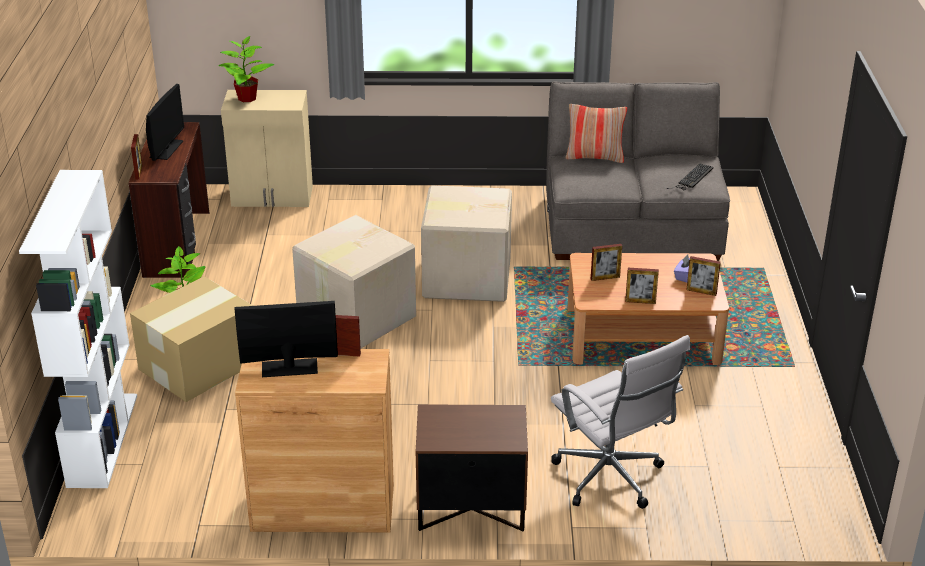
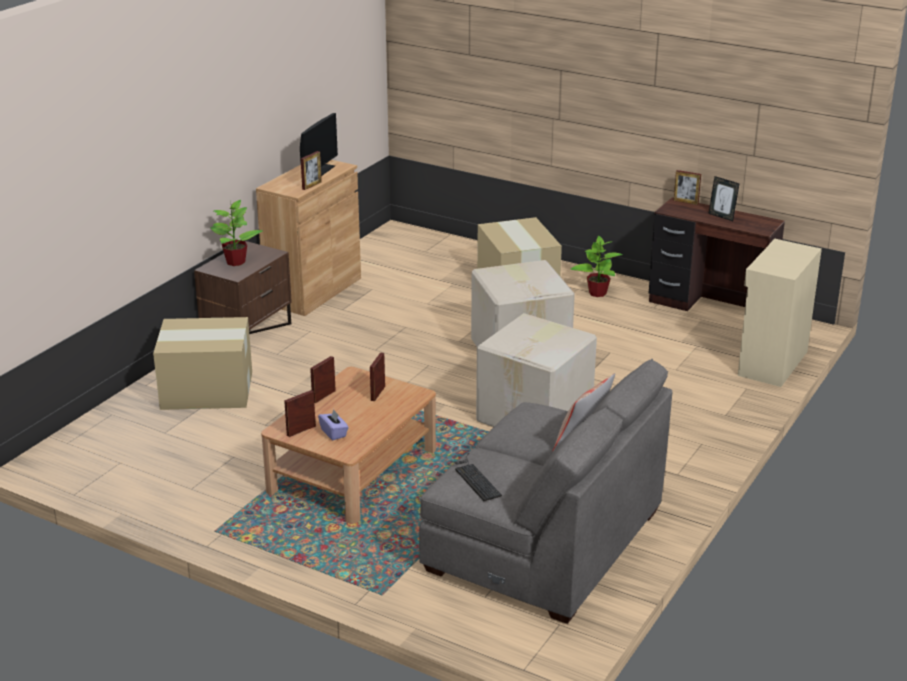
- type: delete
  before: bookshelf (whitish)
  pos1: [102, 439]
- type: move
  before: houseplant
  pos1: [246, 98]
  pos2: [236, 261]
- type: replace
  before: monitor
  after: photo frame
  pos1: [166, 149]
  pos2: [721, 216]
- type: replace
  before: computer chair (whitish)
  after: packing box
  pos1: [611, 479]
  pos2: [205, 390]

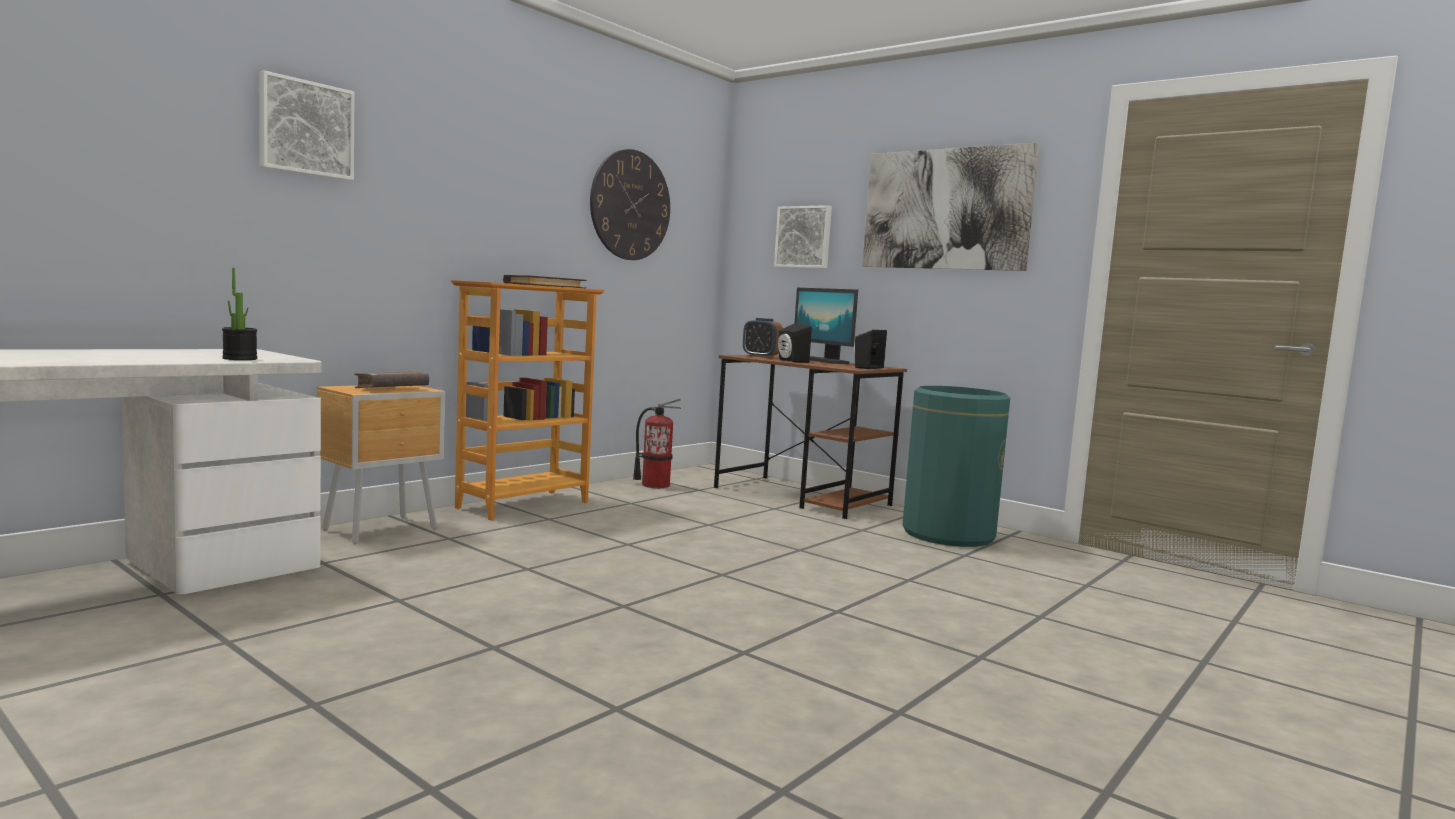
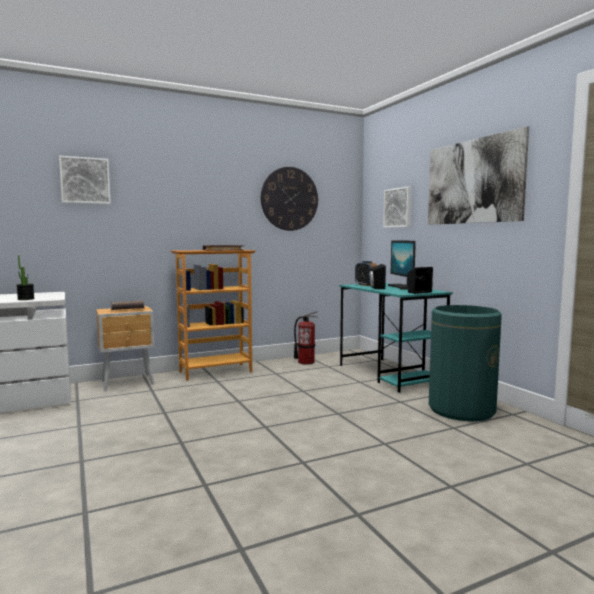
- type: recolor
  before: desk table (brown)
  after: desk table (turquoise-coloured)
  pos1: [802, 496]
  pos2: [390, 374]

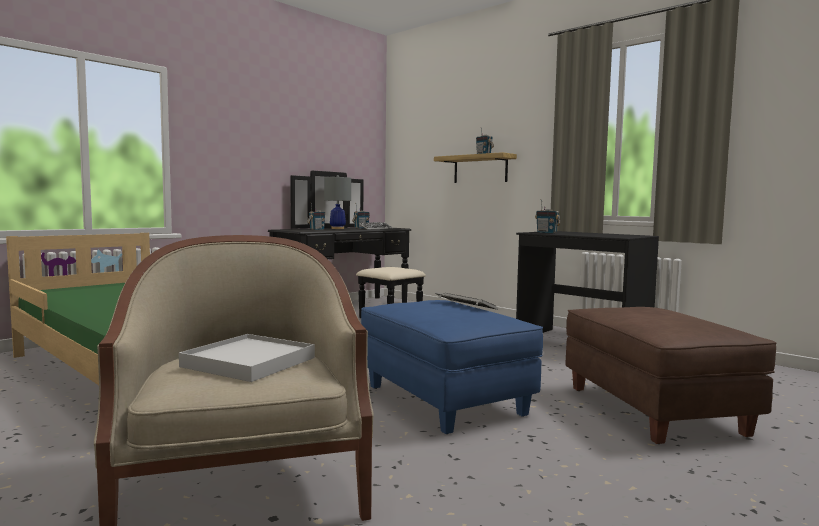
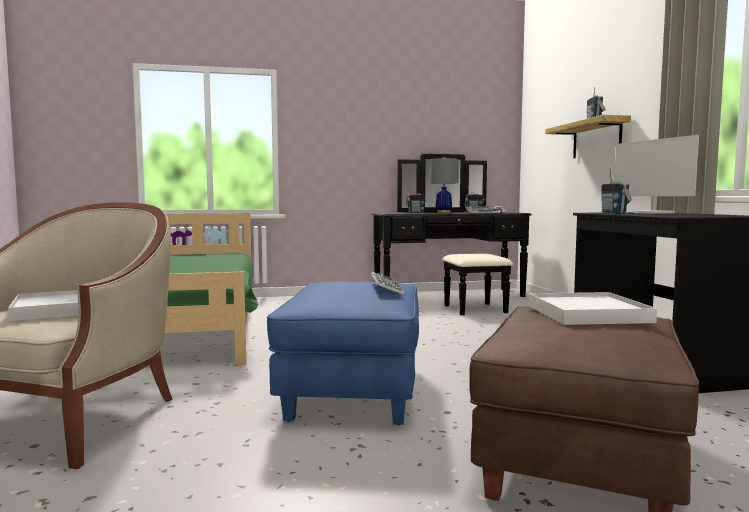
- type: insert
  after: tray (whitish)
  pos2: [588, 314]
- type: insert
  after: monitor
  pos2: [653, 213]

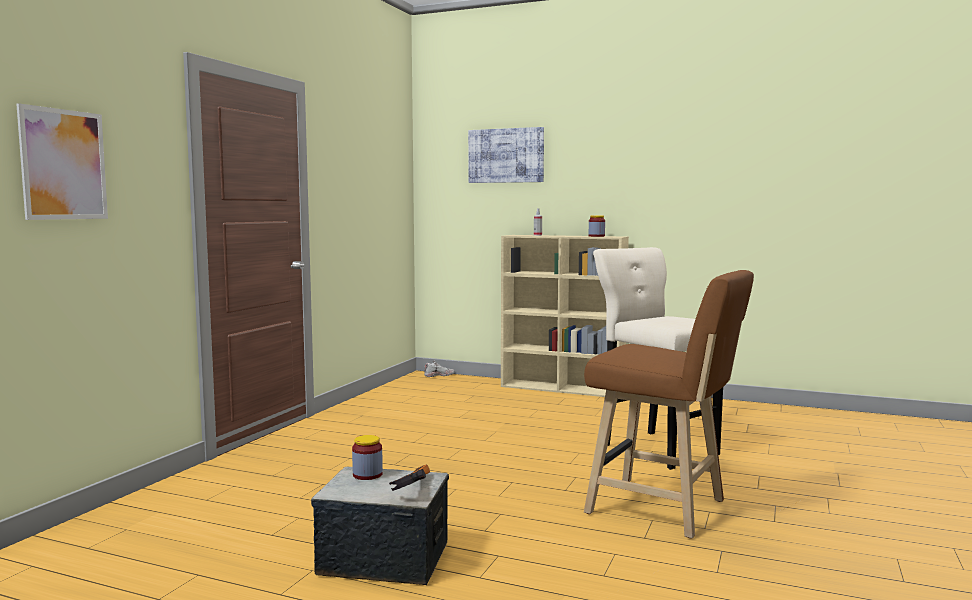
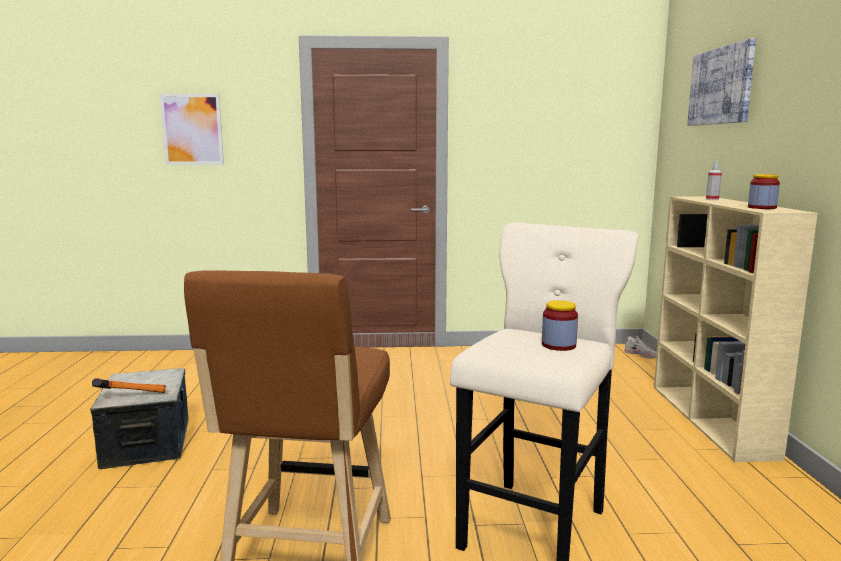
- type: move
  before: preserve jar
  pos1: [367, 475]
  pos2: [558, 345]

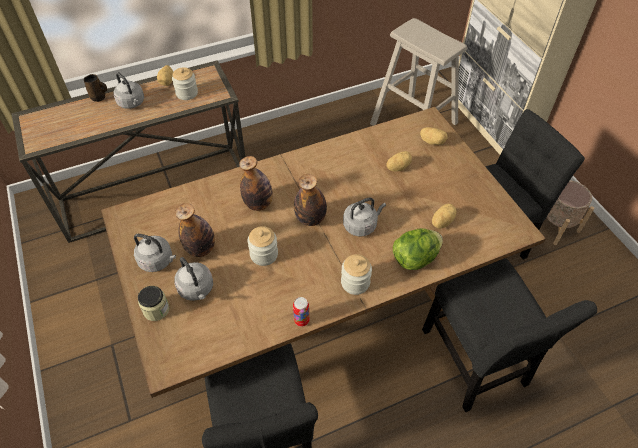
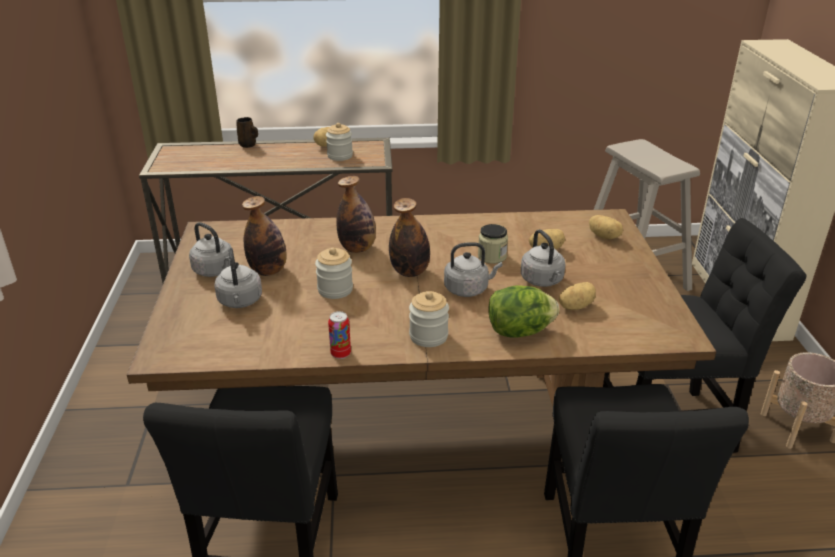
- type: move
  before: water kettle (gray)
  pos1: [132, 103]
  pos2: [542, 281]
- type: move
  before: preserve jar
  pos1: [156, 310]
  pos2: [492, 256]

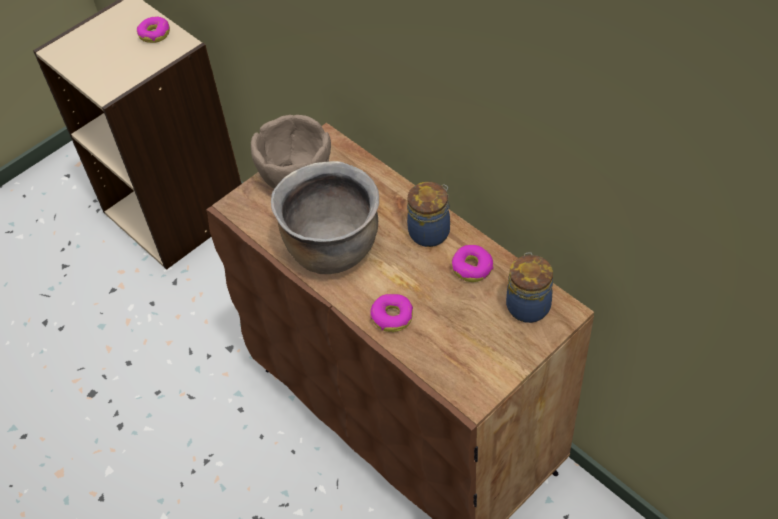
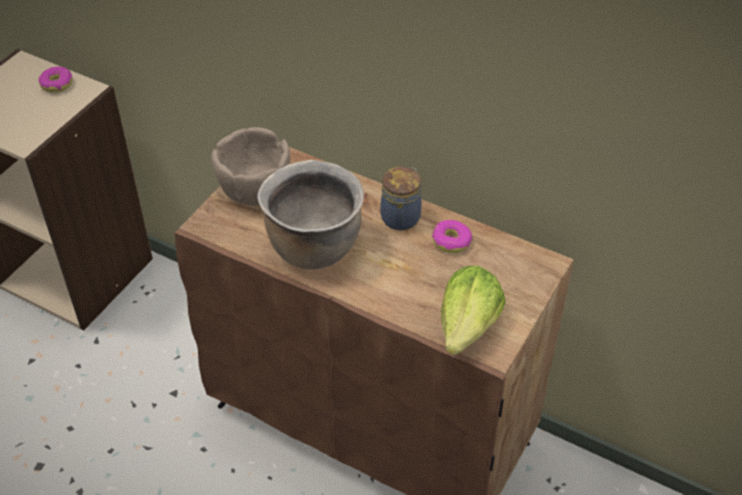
- type: delete
  before: ring doughnut
  pos1: [392, 316]
- type: delete
  before: preserve jar
  pos1: [528, 305]
- type: insert
  after: lettuce head
  pos2: [468, 326]

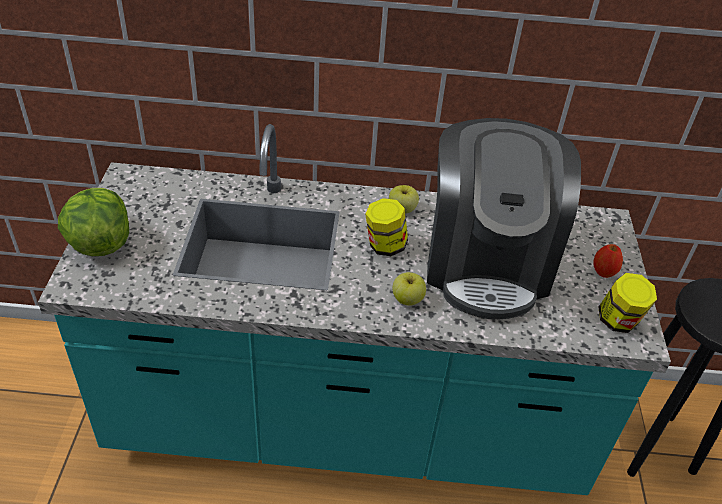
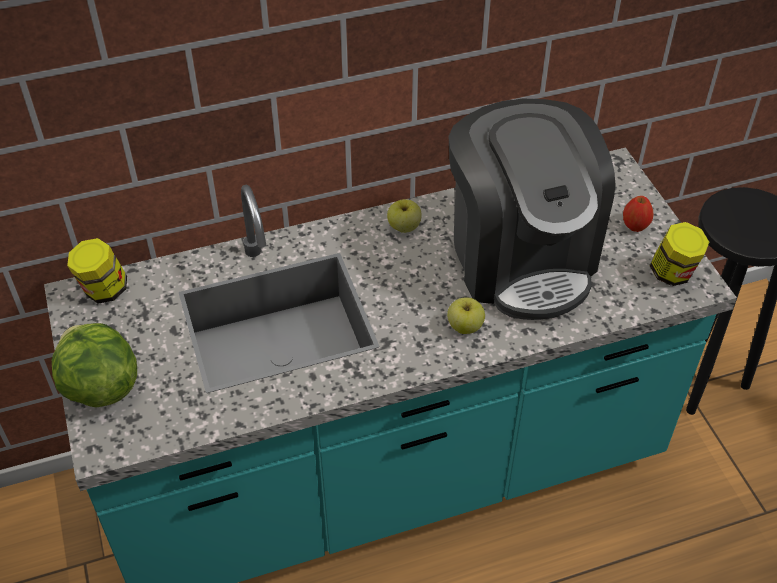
- type: move
  before: preserve jar
  pos1: [385, 246]
  pos2: [103, 290]

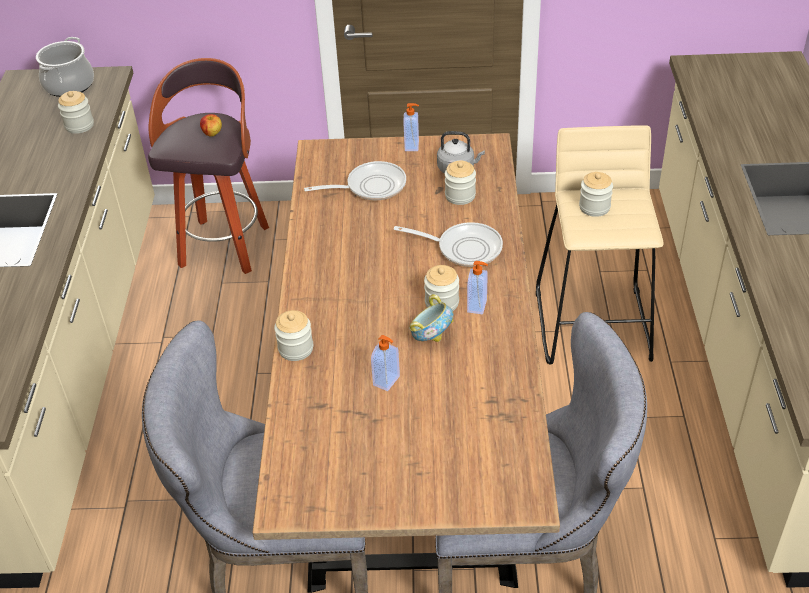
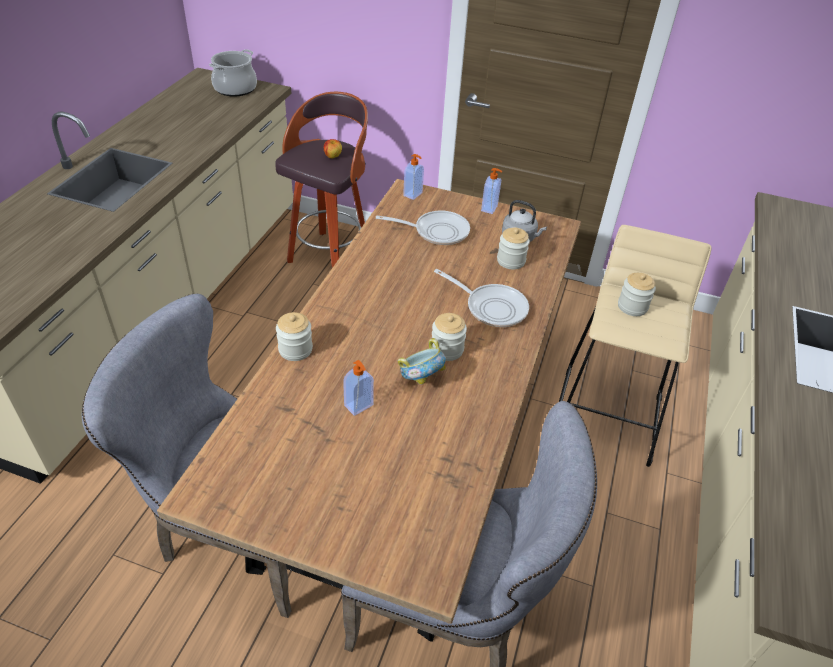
- type: delete
  before: preserve jar
  pos1: [79, 125]
- type: move
  before: liquid soap bottle
  pos1: [478, 306]
  pos2: [413, 194]

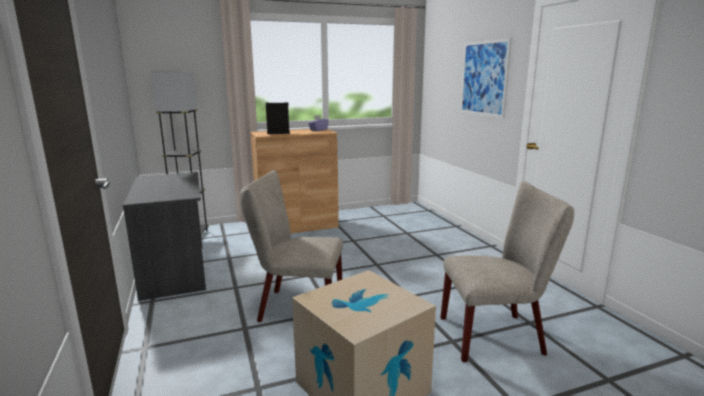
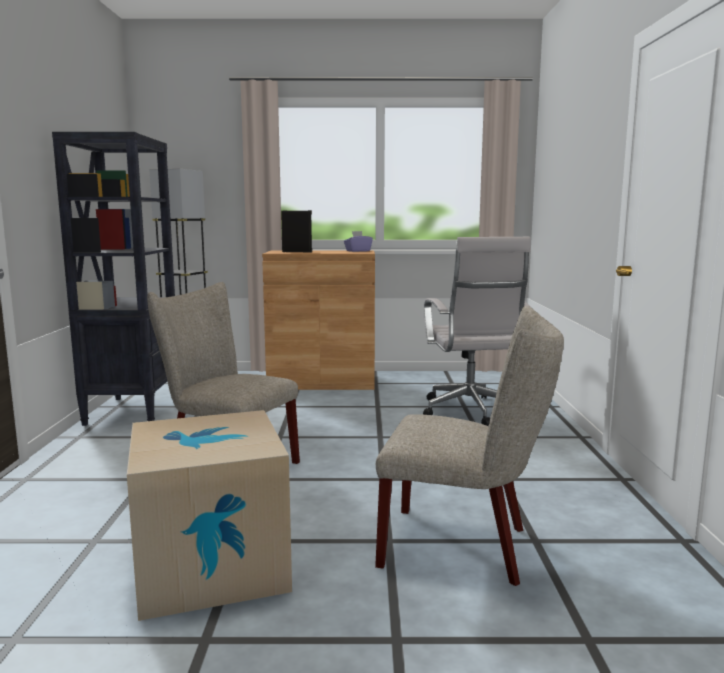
- type: delete
  before: wall art
  pos1: [484, 78]
- type: insert
  after: computer chair (whitish)
  pos2: [471, 413]
- type: replace
  before: desk table (gray)
  after: bookshelf (black-coloured)
  pos1: [176, 270]
  pos2: [134, 411]

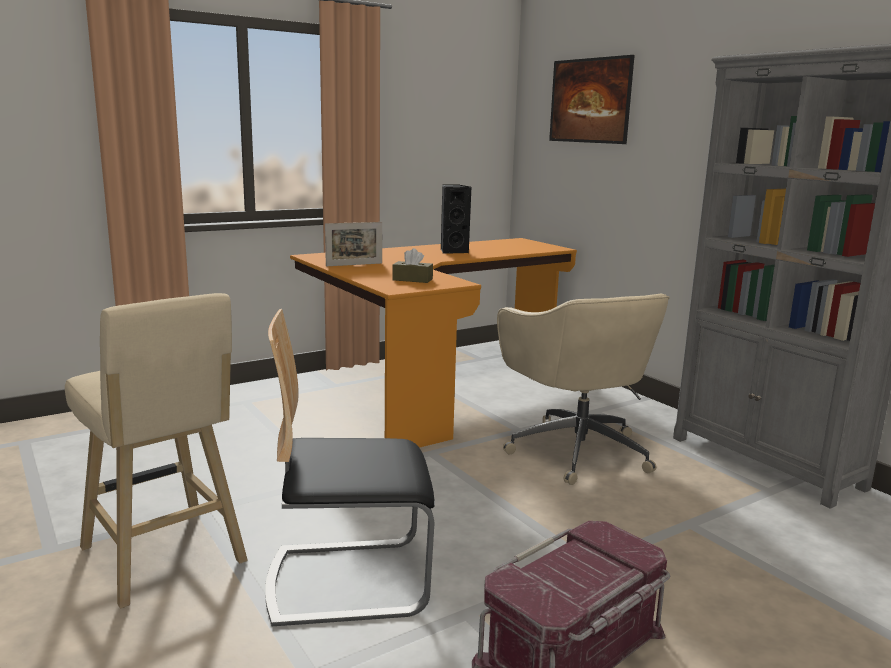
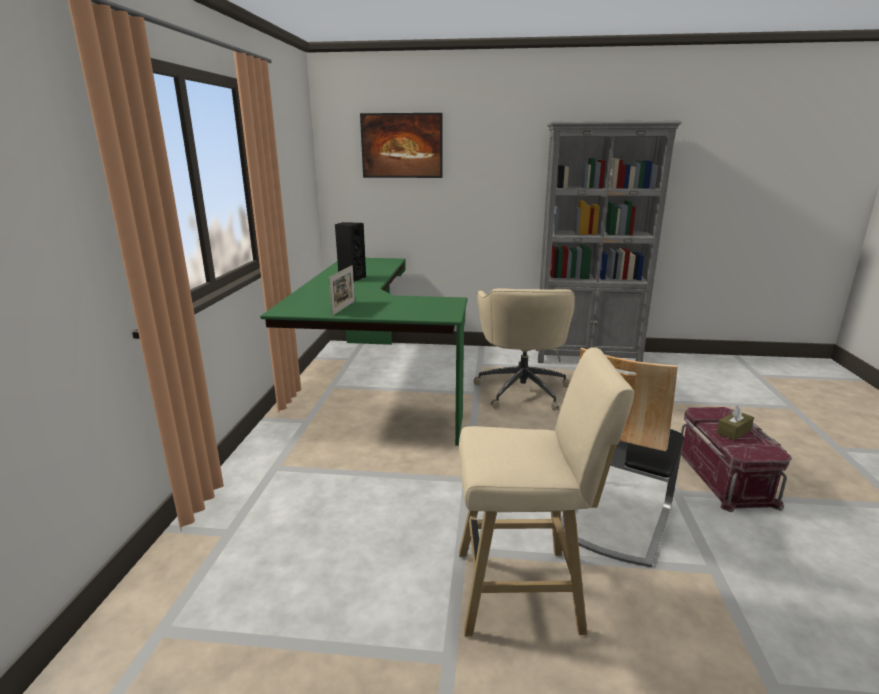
- type: move
  before: tissue box (brown)
  pos1: [412, 279]
  pos2: [733, 431]
- type: recolor
  before: desk table (orangey)
  after: desk table (green)
  pos1: [431, 385]
  pos2: [368, 390]
- type: rotate
  before: computer chair (beige)
  pos1: [576, 450]
  pos2: [522, 389]
  turn: 75

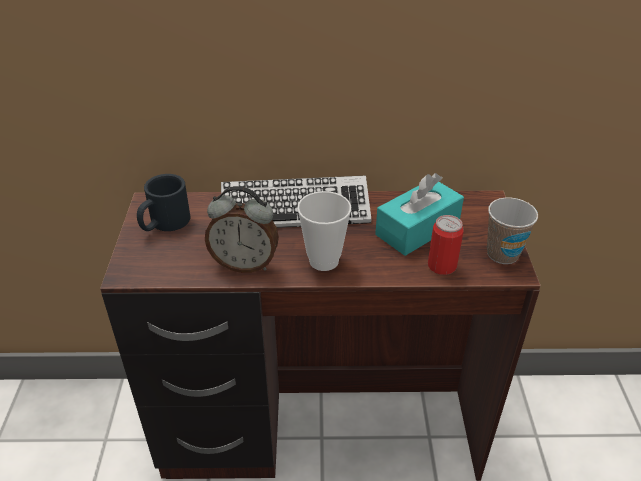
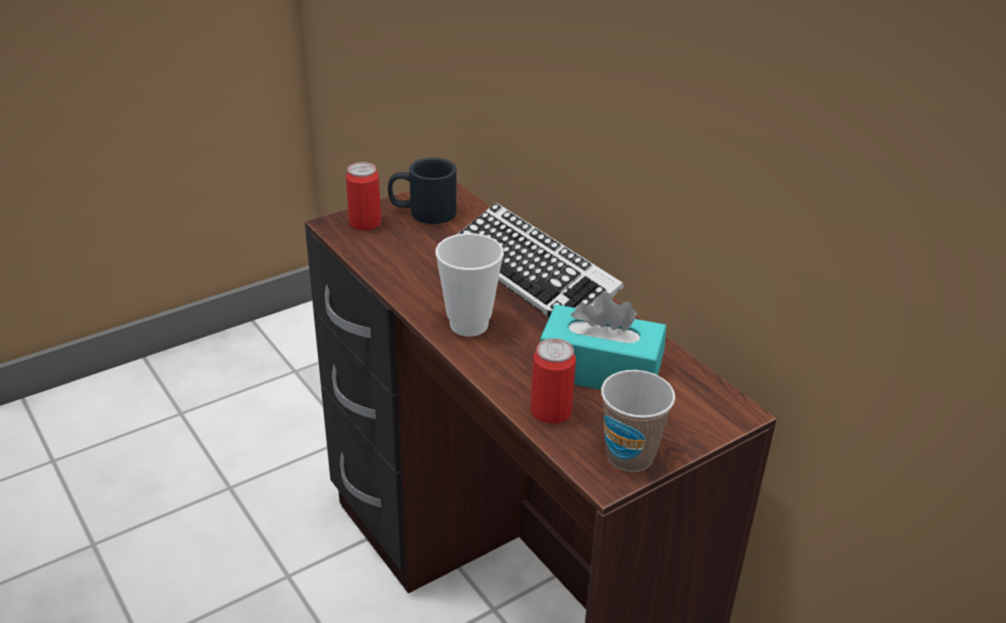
- type: delete
  before: bedside clock
  pos1: [245, 264]
- type: insert
  after: can
  pos2: [365, 223]

